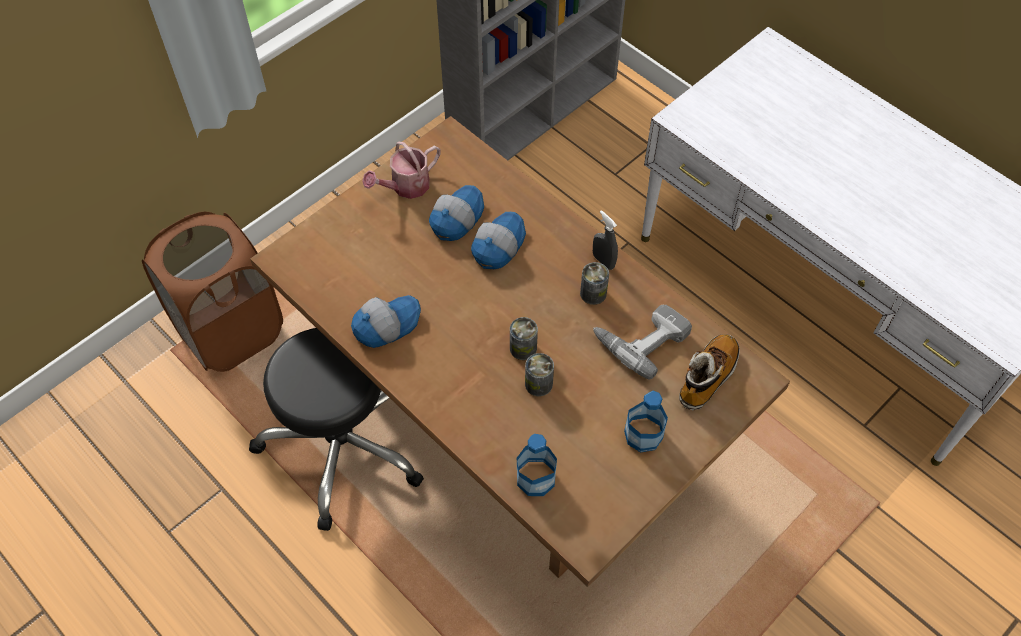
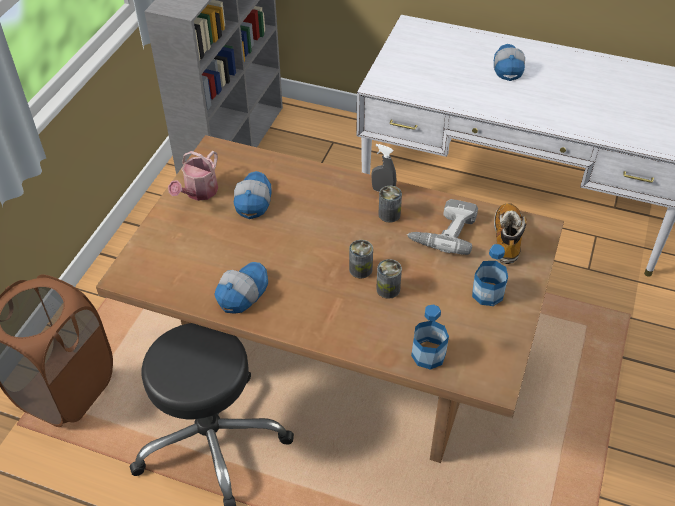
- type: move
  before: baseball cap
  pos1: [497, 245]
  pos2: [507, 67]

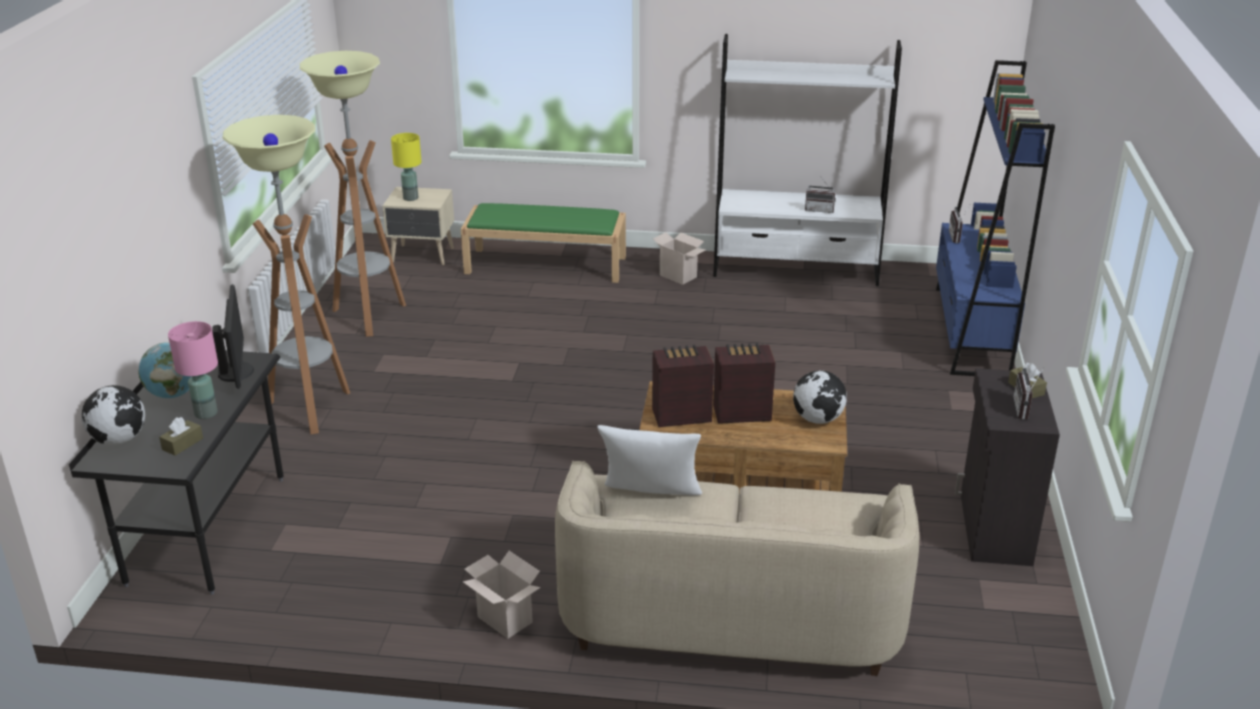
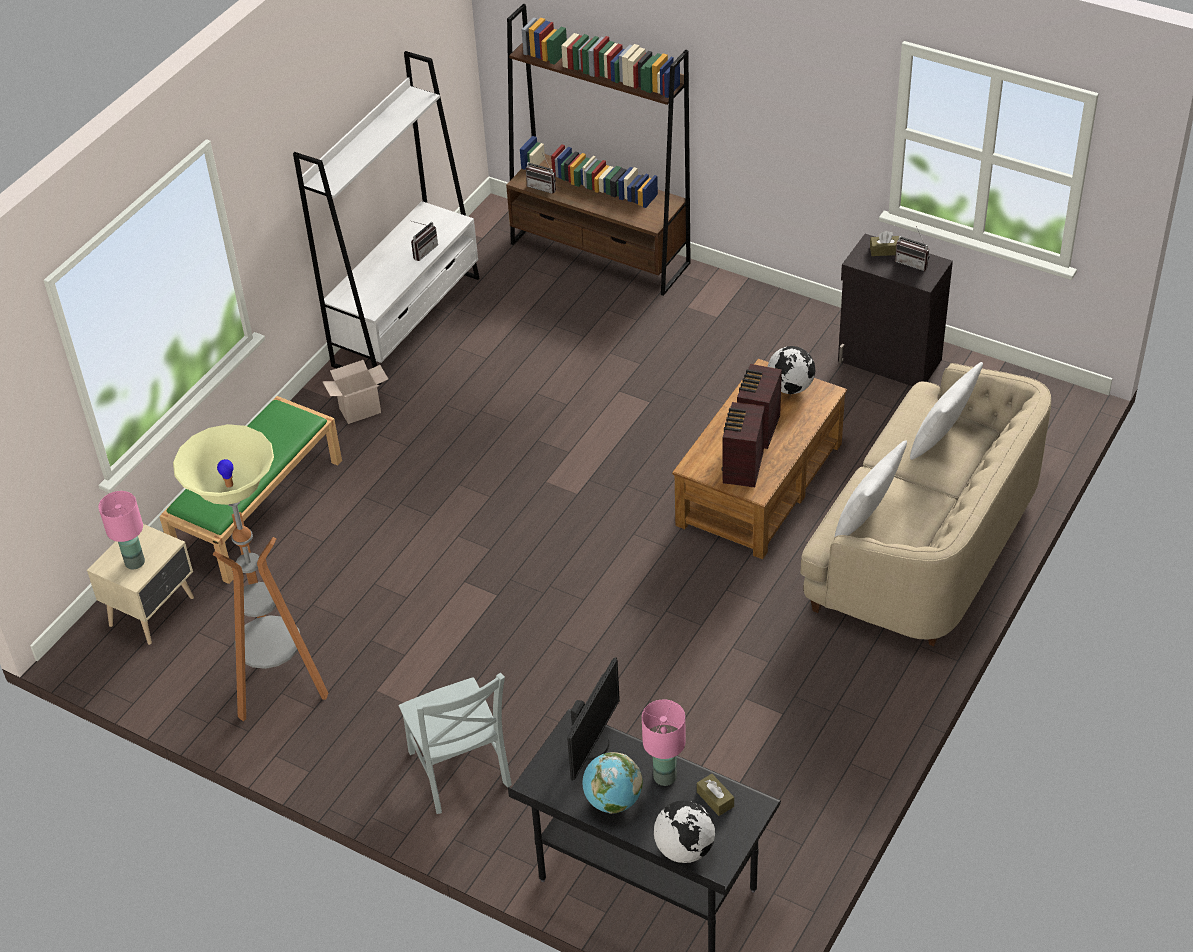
- type: delete
  before: packing box
  pos1: [502, 619]
- type: insert
  after: throw pillow (whitish)
  pos2: [941, 439]
- type: replace
  before: floor lamp
  after: upright chair (gray)
  pos1: [310, 409]
  pos2: [460, 772]
- type: recolor
  before: tabletop lamp (yellow)
  after: tabletop lamp (pink-coloured)
  pos1: [411, 198]
  pos2: [135, 562]
- type: recolor
  before: bookshelf (blue-coloured)
  after: bookshelf (brown)
  pos1: [971, 331]
  pos2: [600, 254]
- type: rotate
  before: monitor
  pos1: [237, 372]
  pos2: [591, 744]
  turn: 105

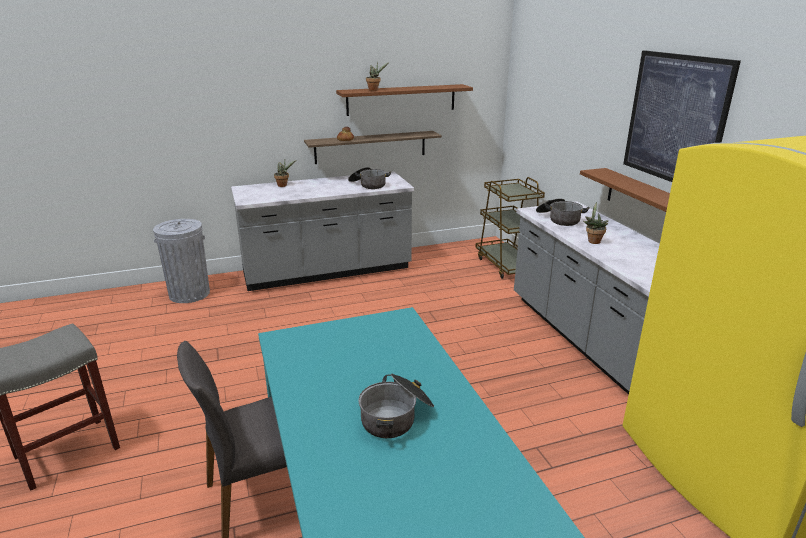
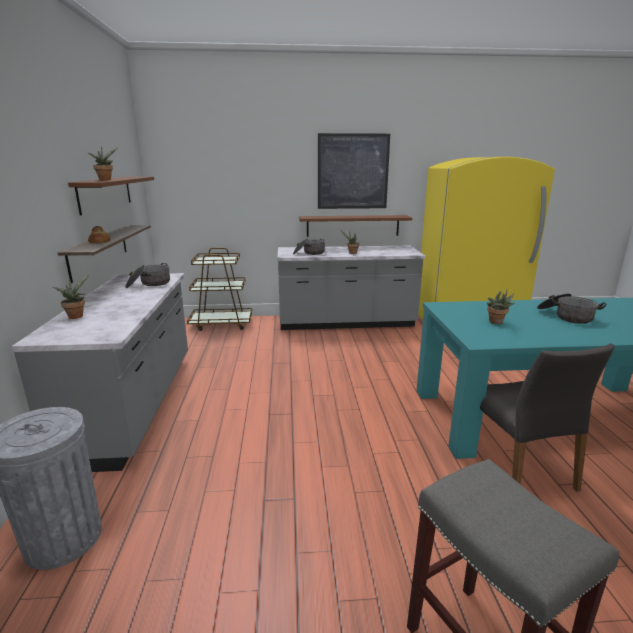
- type: insert
  after: houseplant
  pos2: [497, 322]

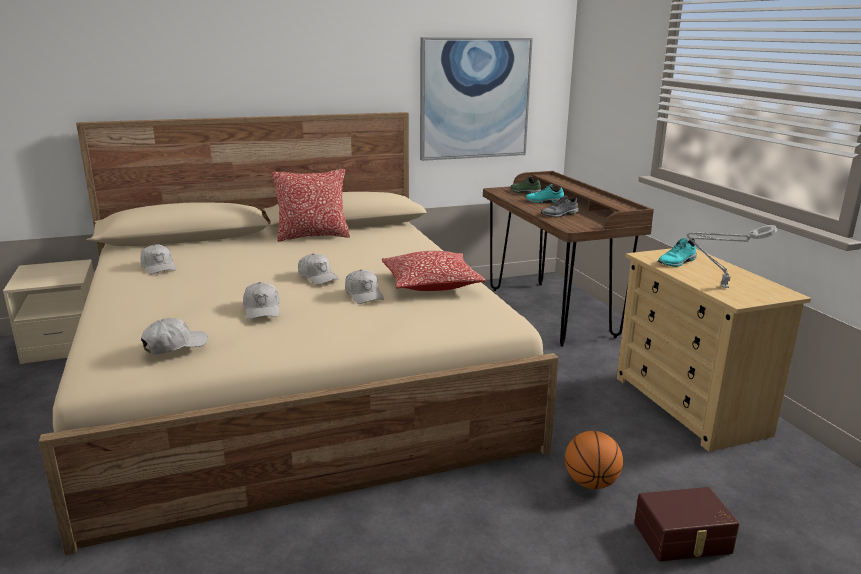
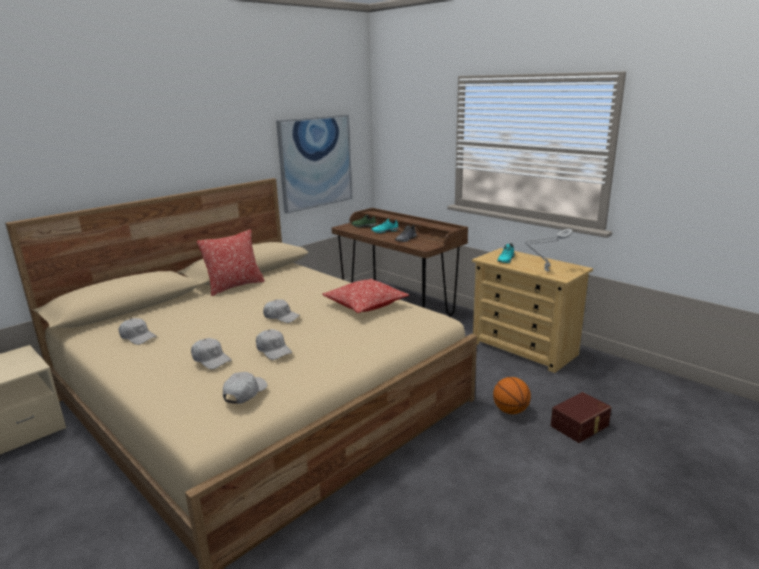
- type: move
  before: baseball cap (whitish)
  pos1: [364, 294]
  pos2: [211, 359]

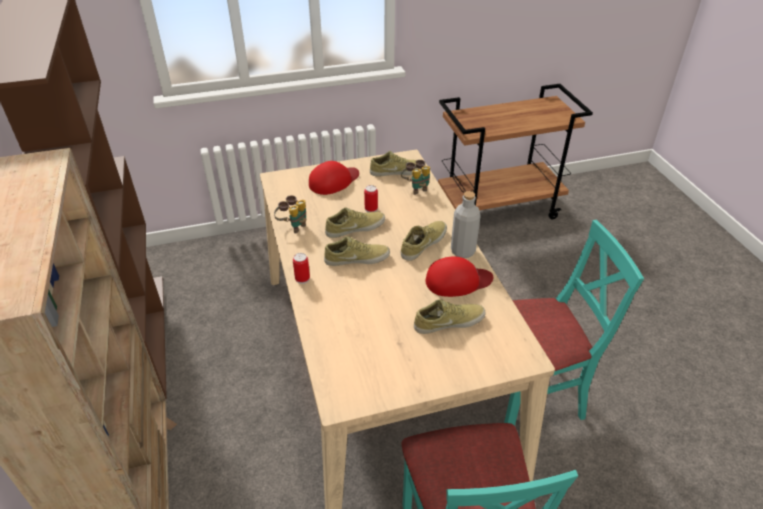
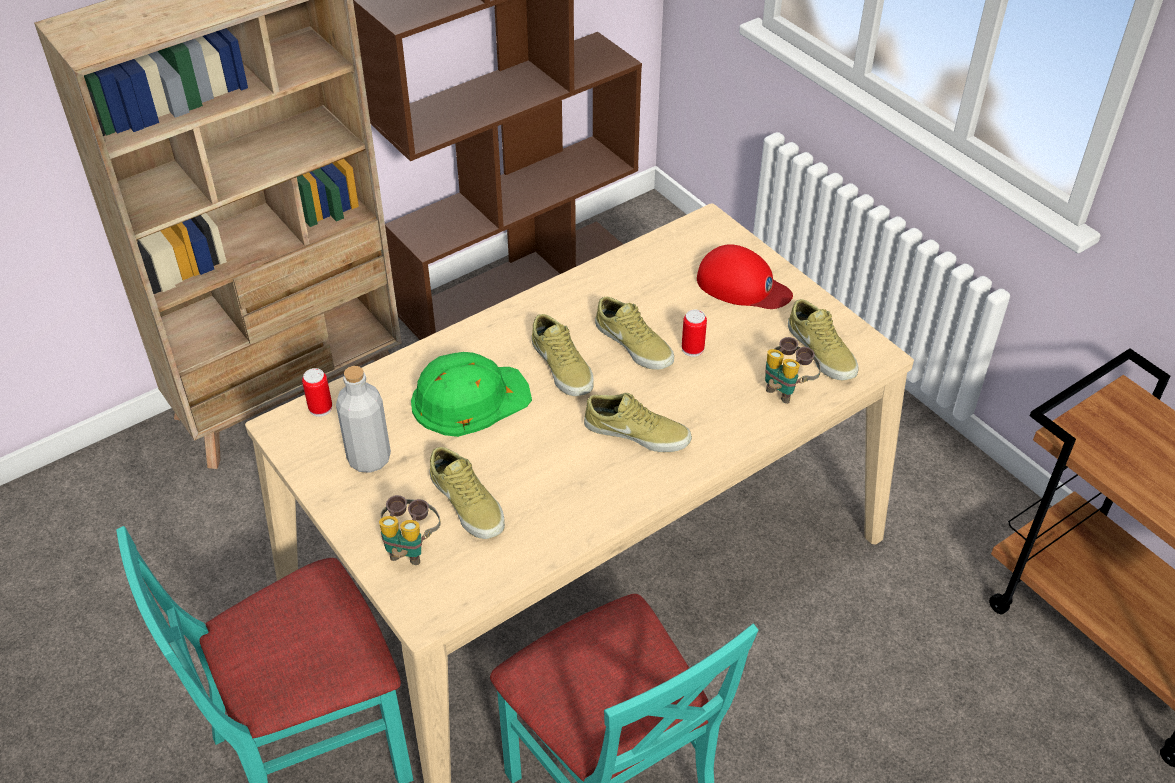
- type: delete
  before: baseball cap (reddish)
  pos1: [457, 281]
- type: insert
  after: safety helmet (green)
  pos2: [469, 398]
- type: move
  before: field glasses
  pos1: [293, 226]
  pos2: [410, 547]
- type: move
  before: can
  pos1: [302, 279]
  pos2: [320, 408]
- type: move
  before: bottle (gray)
  pos1: [463, 251]
  pos2: [369, 458]

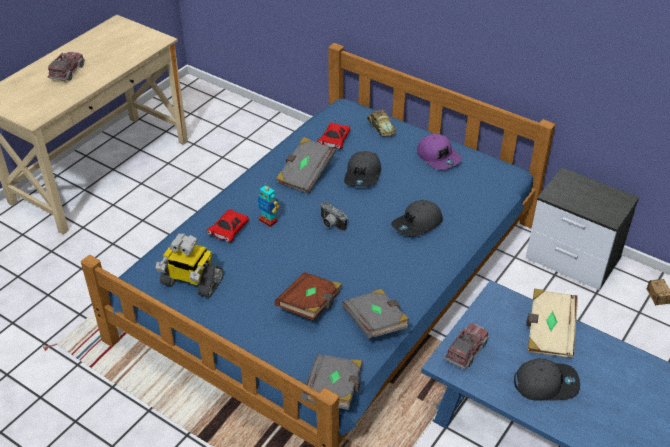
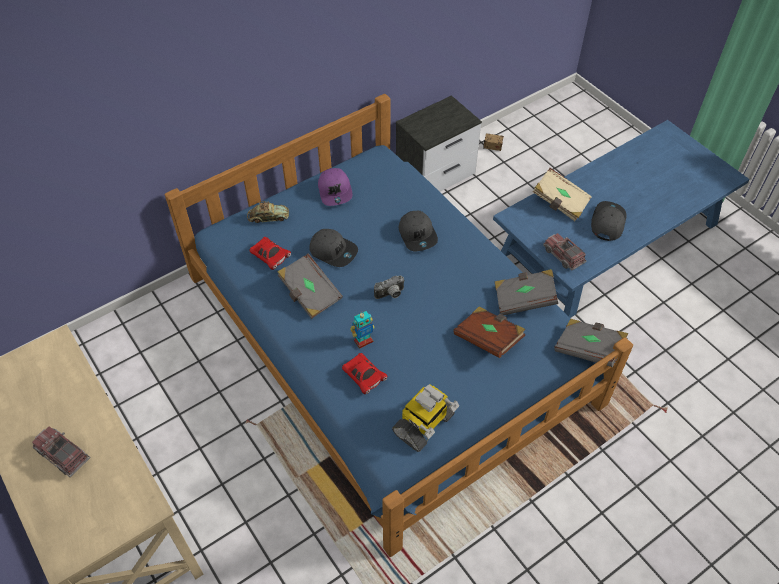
- type: rotate
  before: baseball cap (purple-coloured)
  pos1: [438, 157]
  pos2: [335, 191]
  turn: 90

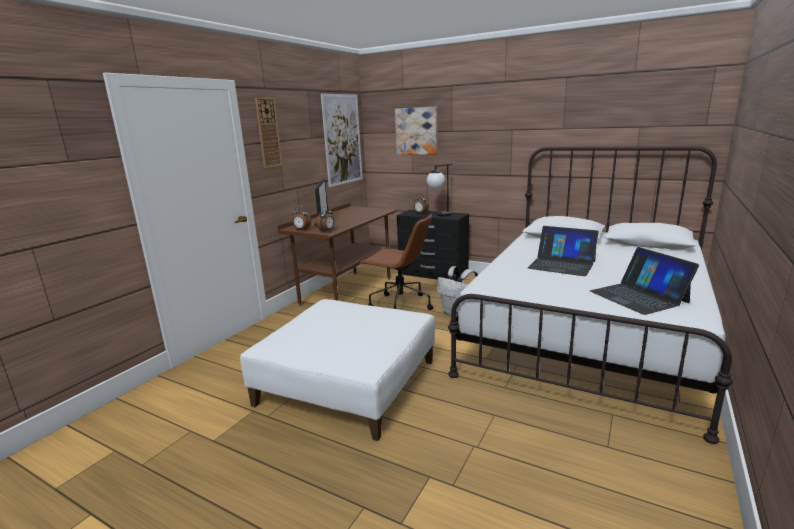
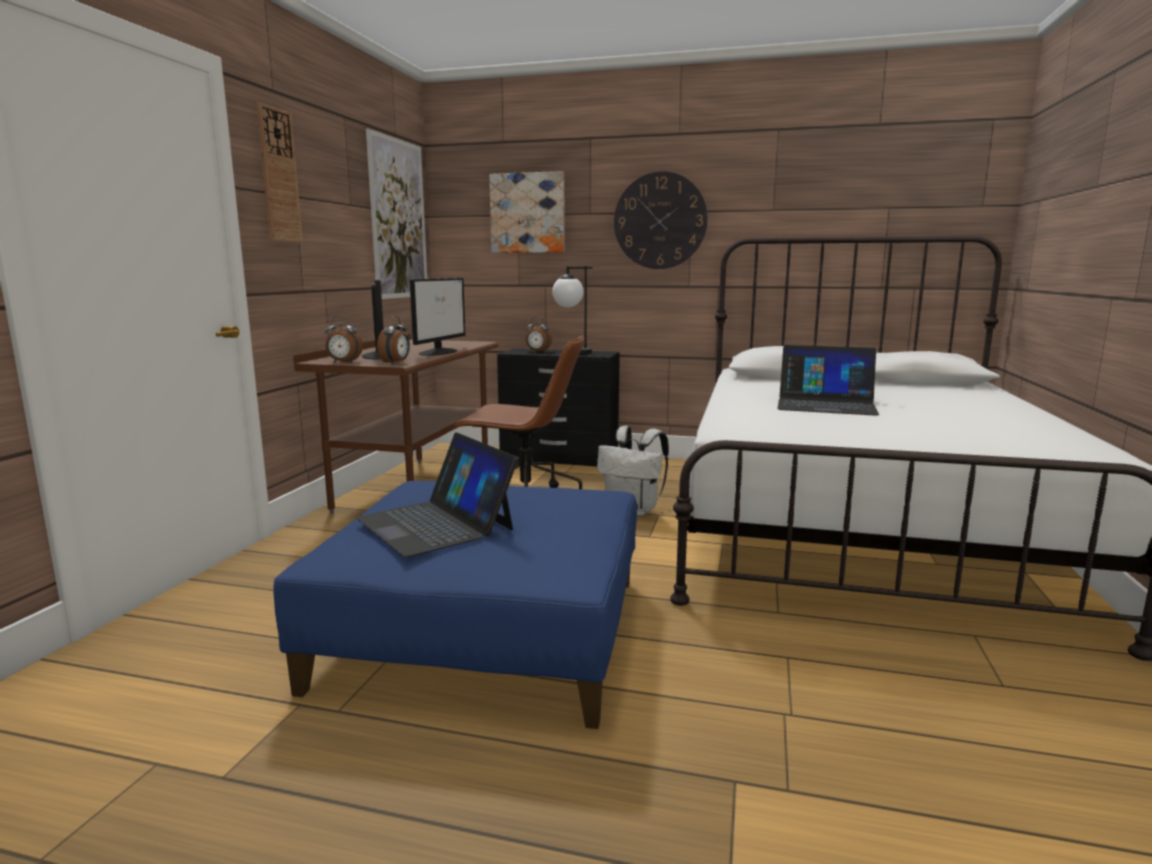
- type: insert
  after: monitor
  pos2: [439, 352]
- type: insert
  after: clock on the wall
  pos2: [660, 221]
- type: move
  before: notebook computer
  pos1: [638, 296]
  pos2: [436, 523]
- type: recolor
  before: ottoman (whitish)
  after: ottoman (blue-coloured)
  pos1: [348, 382]
  pos2: [487, 631]

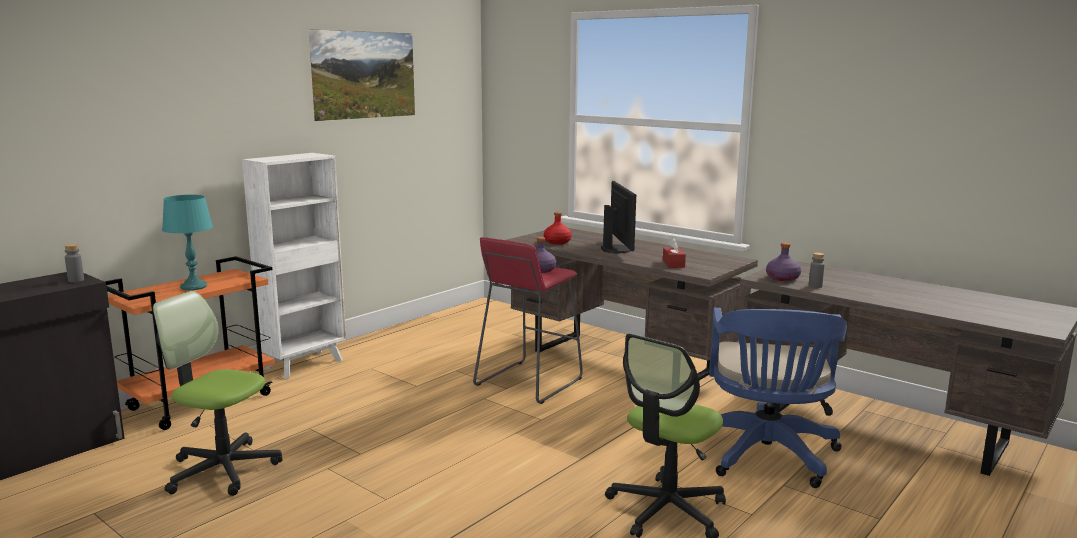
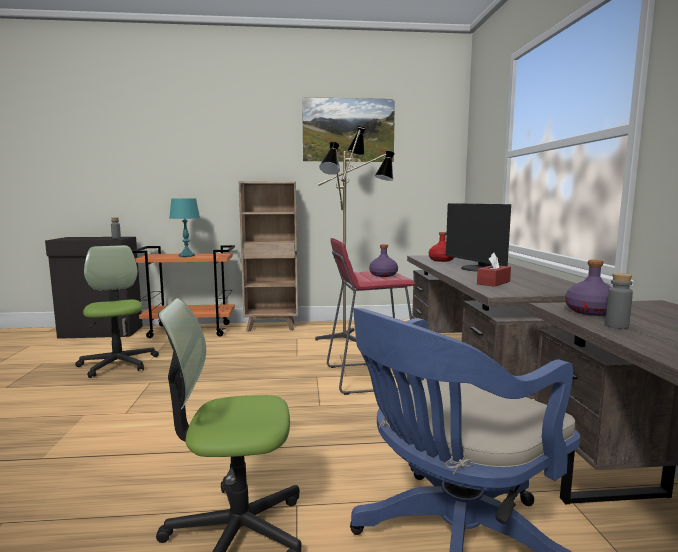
- type: insert
  after: floor lamp
  pos2: [350, 339]
- type: recolor
  before: bookshelf (whitish)
  after: bookshelf (brown)
  pos1: [305, 364]
  pos2: [272, 327]
- type: rotate
  before: monitor
  pos1: [618, 249]
  pos2: [476, 269]
  turn: 120

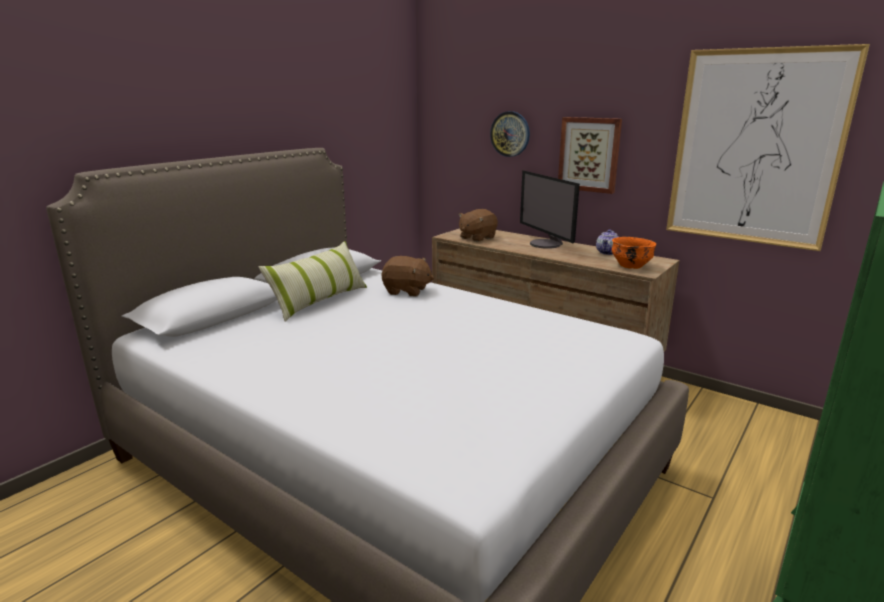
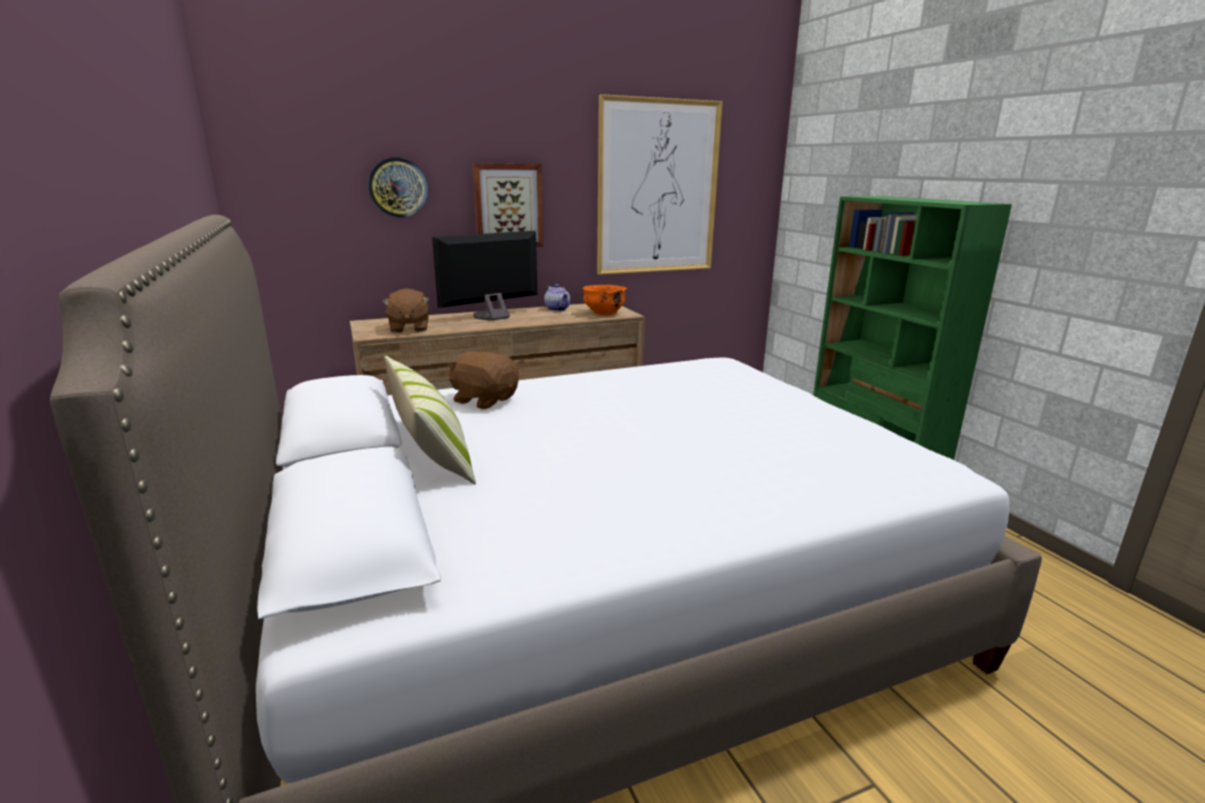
- type: rotate
  before: cuddly toy (brown)
  pos1: [407, 291]
  pos2: [484, 400]
  turn: -105
- type: rotate
  before: monitor
  pos1: [546, 244]
  pos2: [491, 316]
  turn: 135

